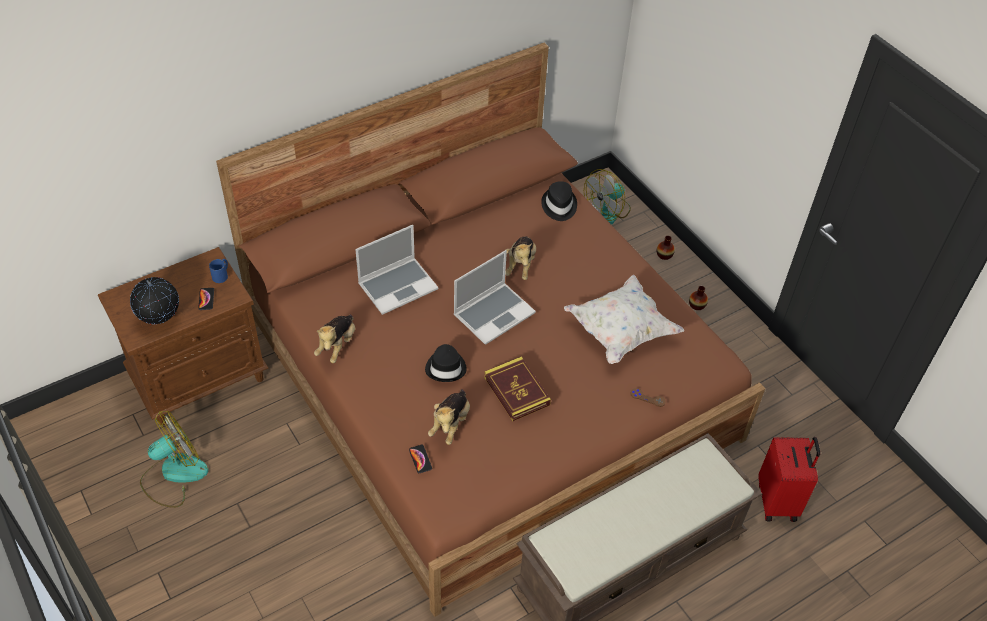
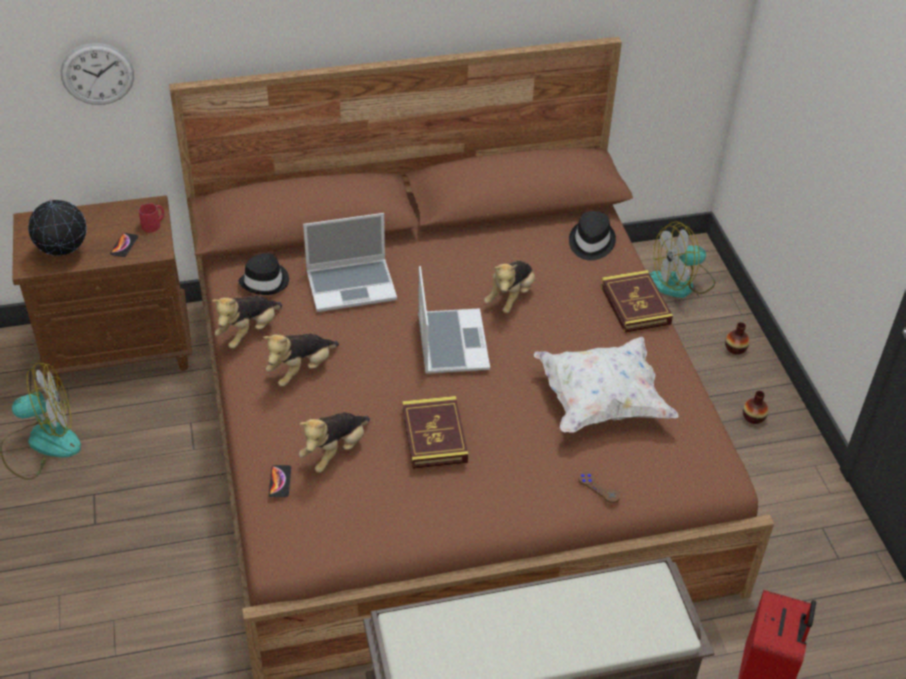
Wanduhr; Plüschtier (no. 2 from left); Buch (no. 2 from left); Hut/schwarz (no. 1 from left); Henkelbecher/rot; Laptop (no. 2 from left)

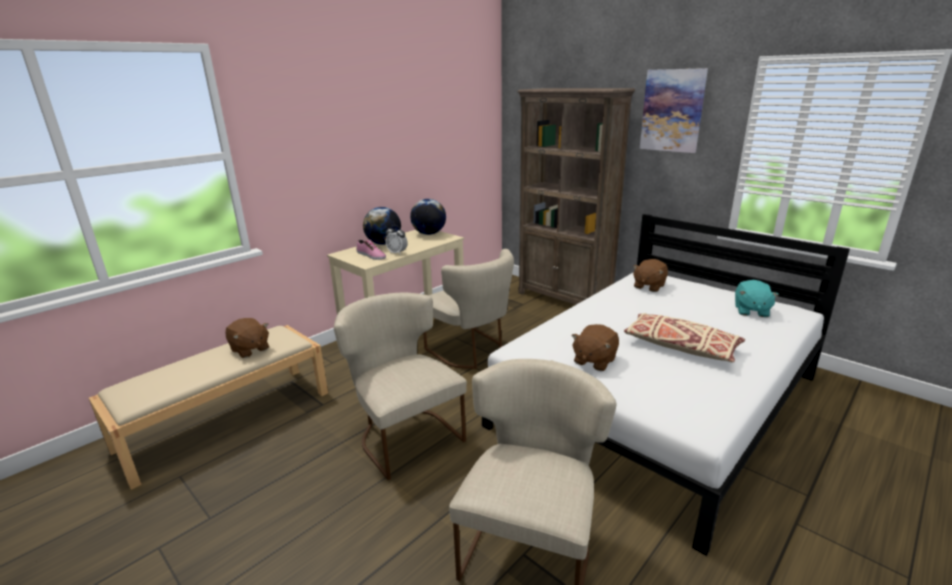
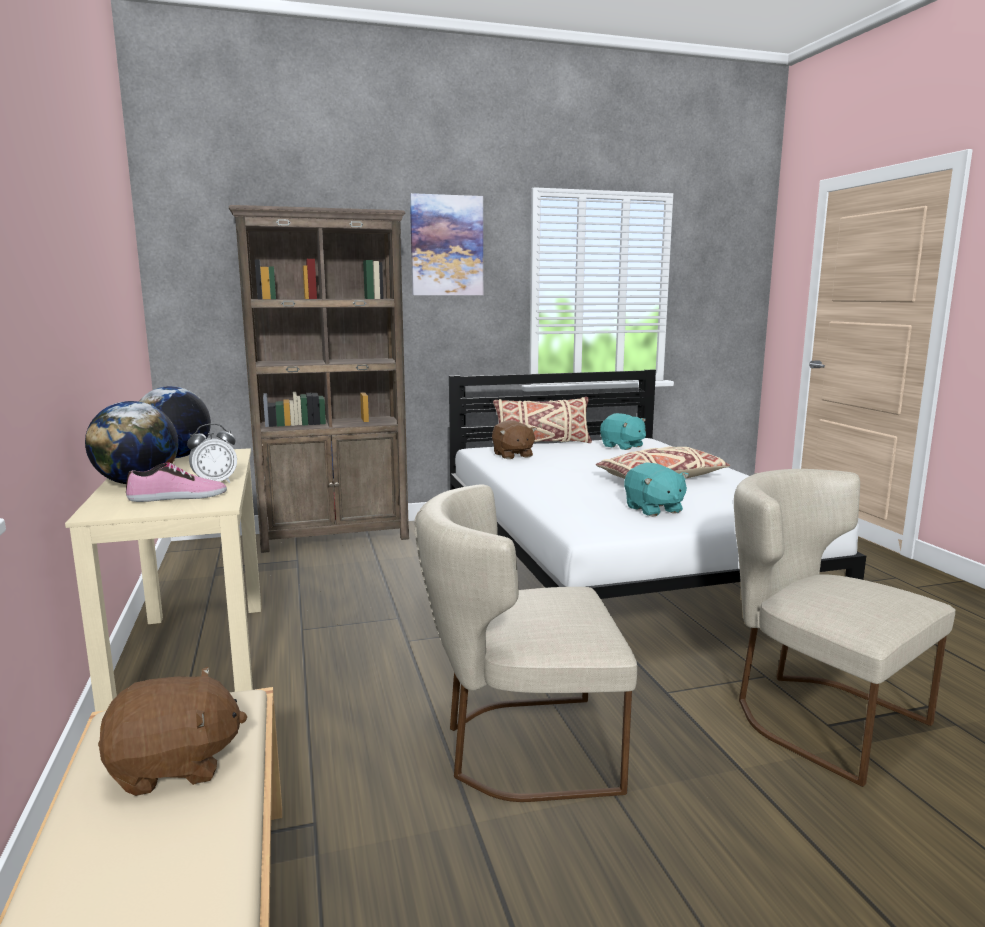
Stuhl/beige (no. 2 from left in the first image); Kissen/beige (no. 1 from left); Plüschtier/türkis (no. 2 from left)

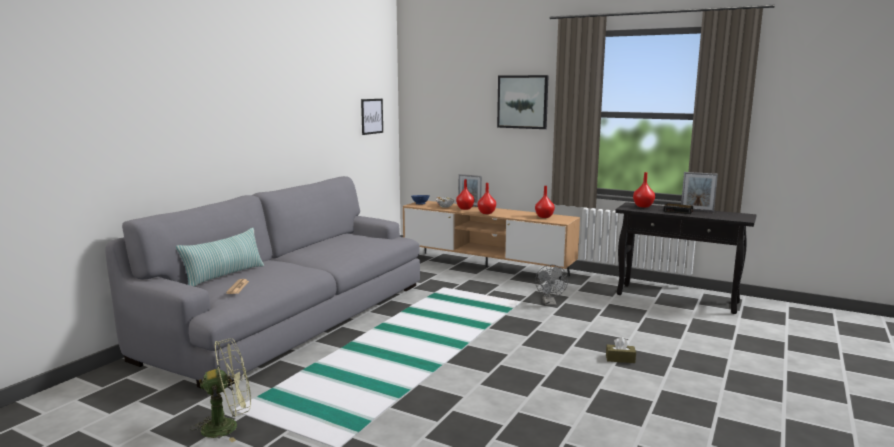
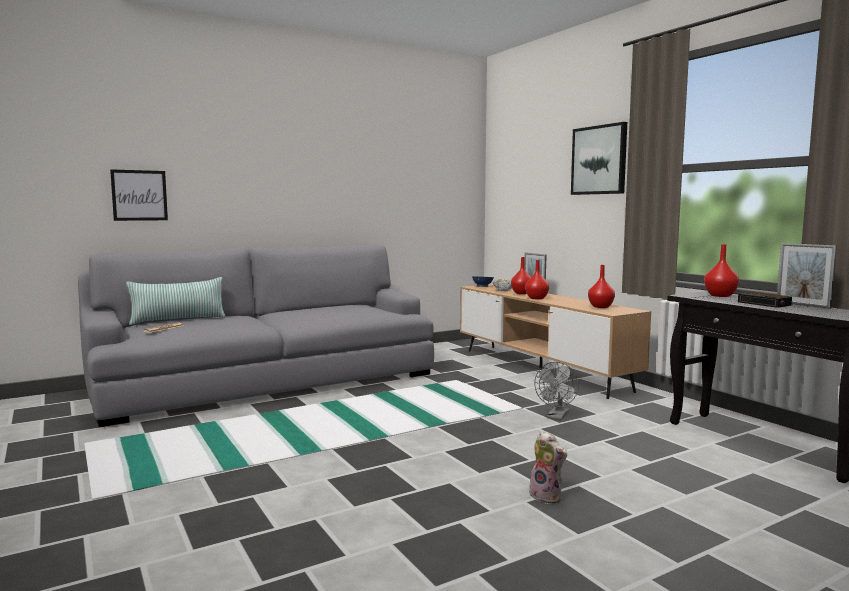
Ventilator/grün; Bild (no. 1 from left); Plüschtier

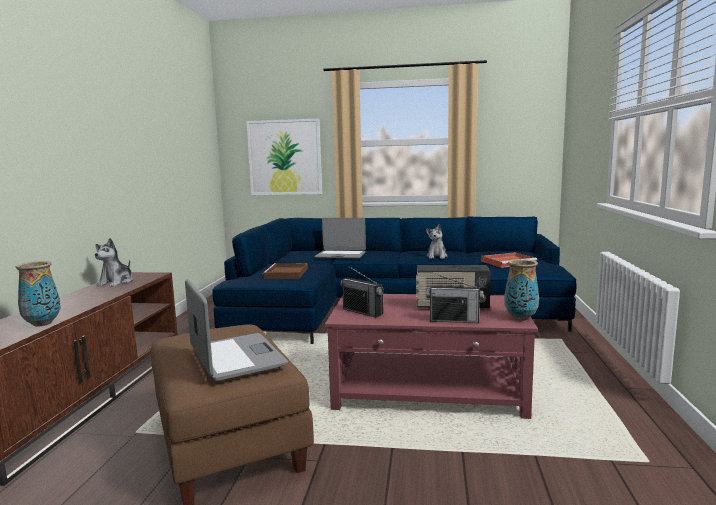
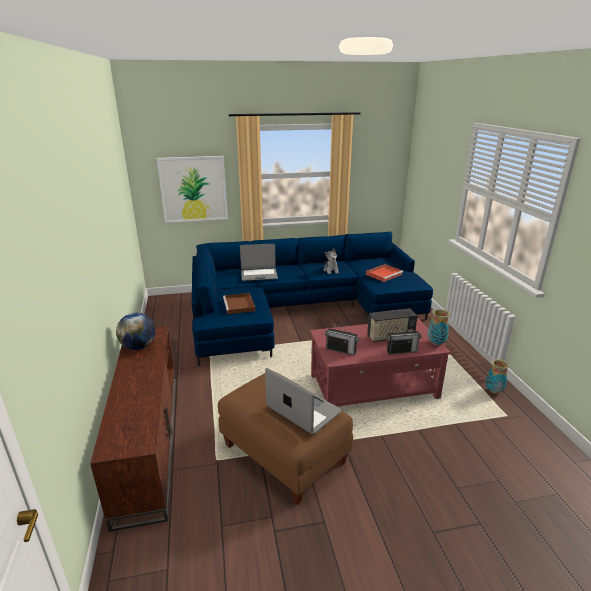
Vase (no. 2 from left); Globus

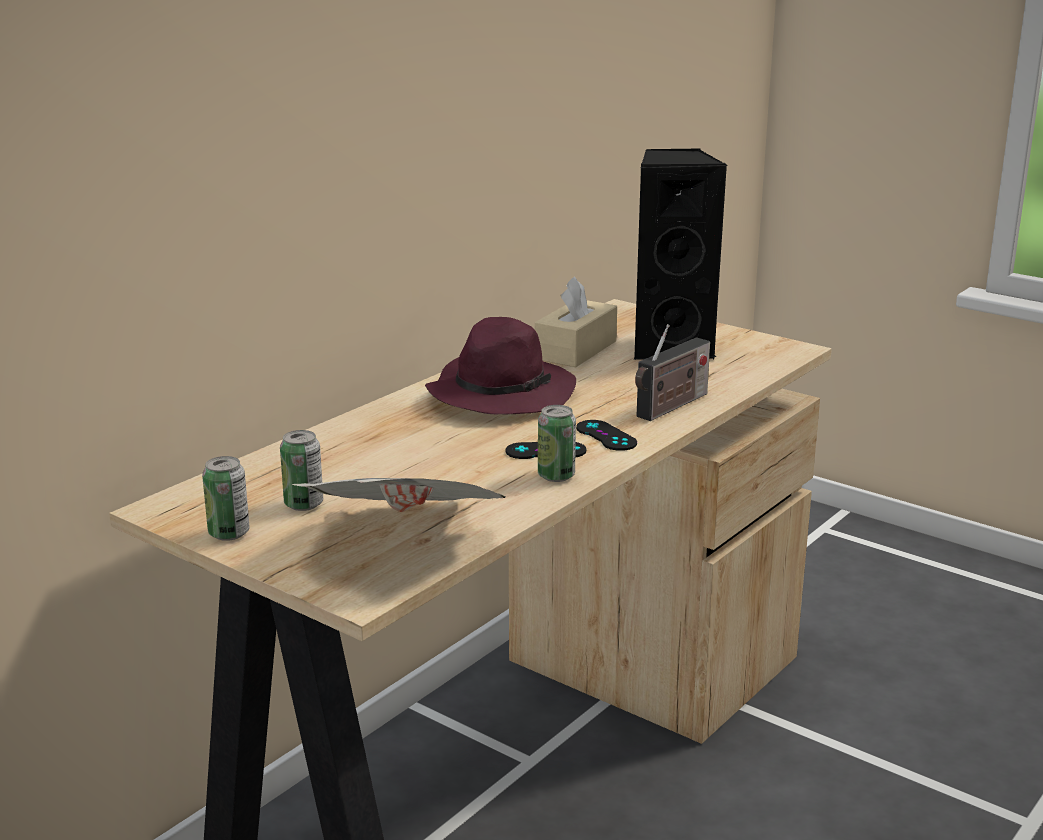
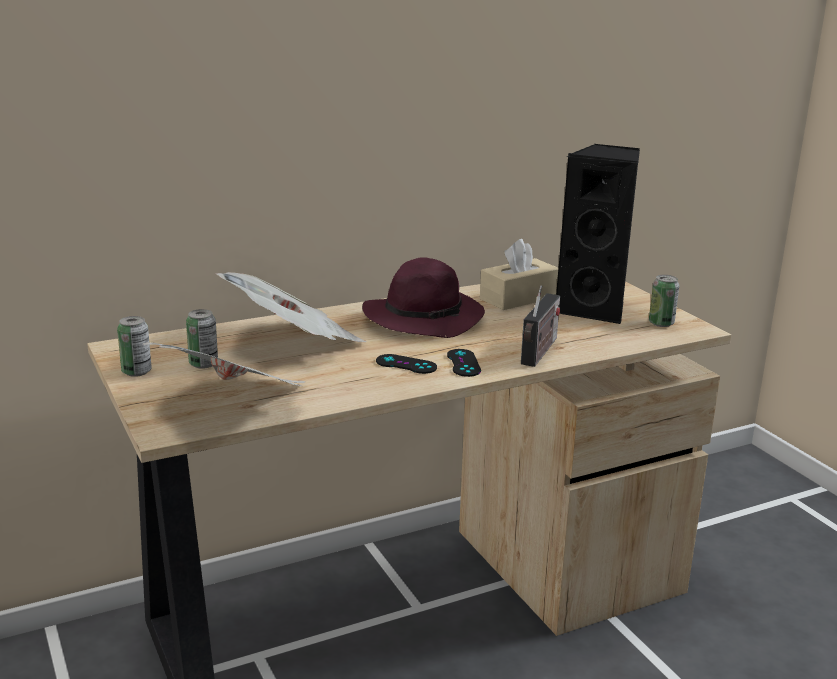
Zeitung (no. 2 from left); Dose (no. 3 from left); Radio

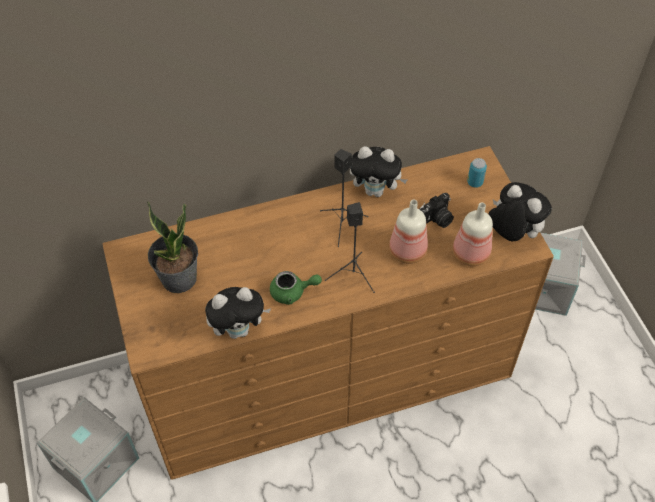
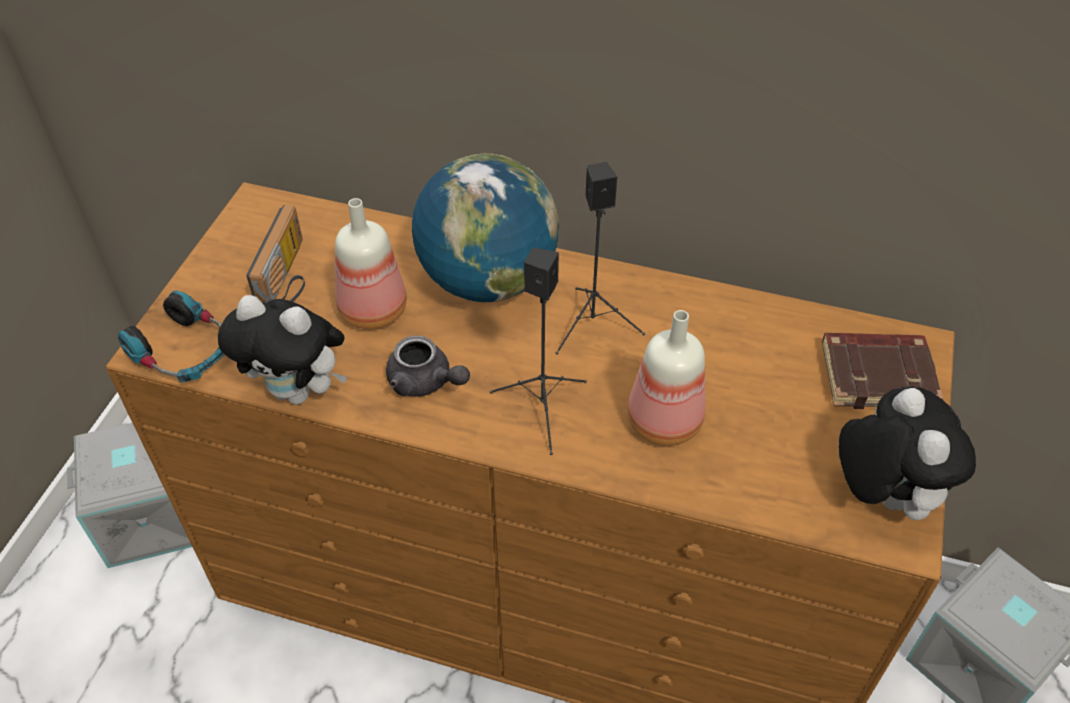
Plüschtier (no. 2 from left in the first image); Kamera; Kopfhörer; Globus; Flasche (no. 1 from left); Radio; Buch/braun; Teekanne/grau

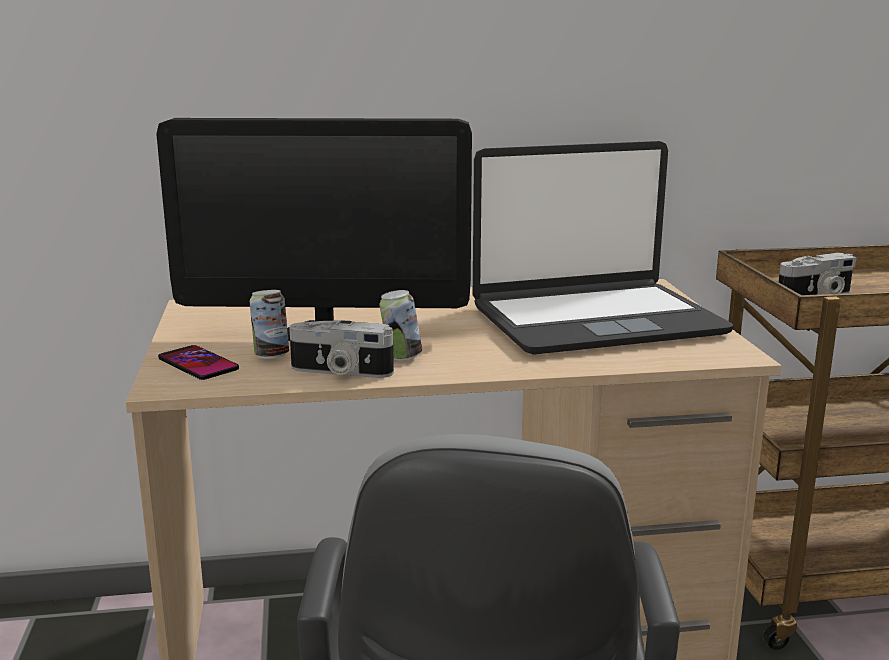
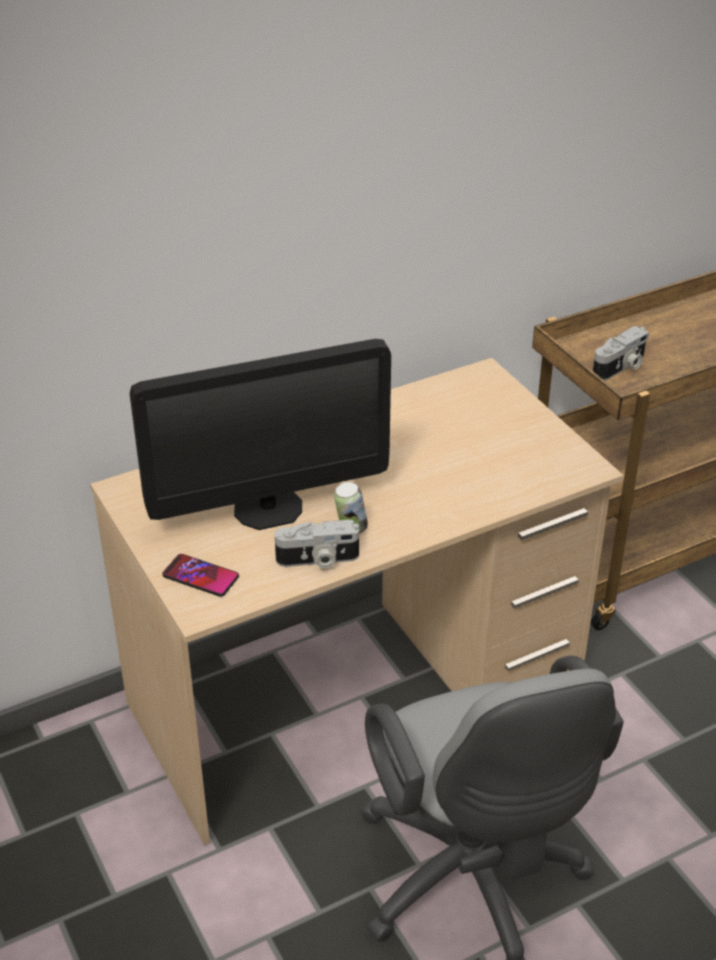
Dose (no. 1 from left in the first image); Laptop

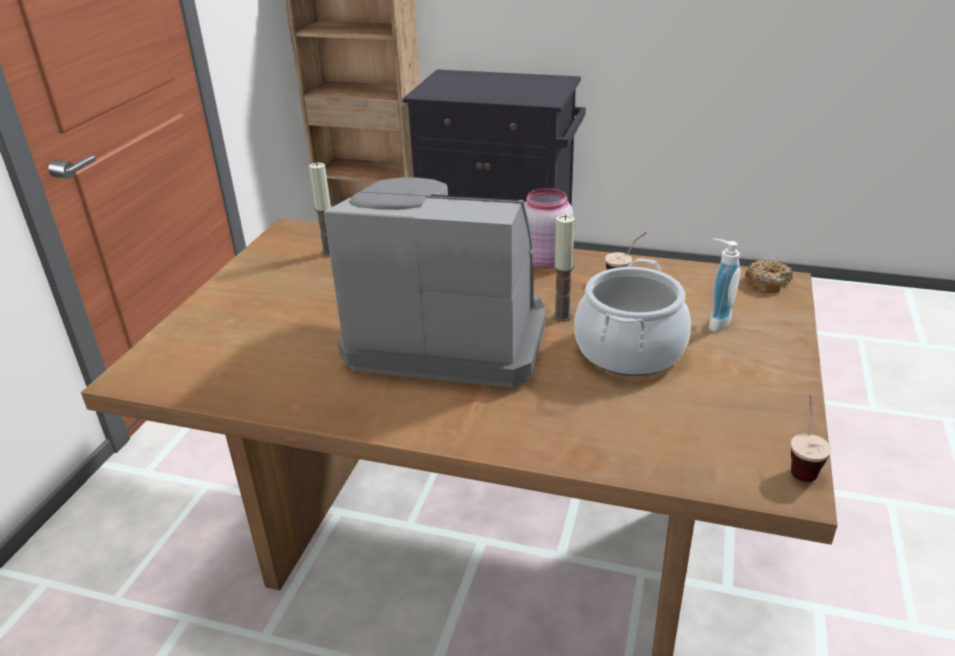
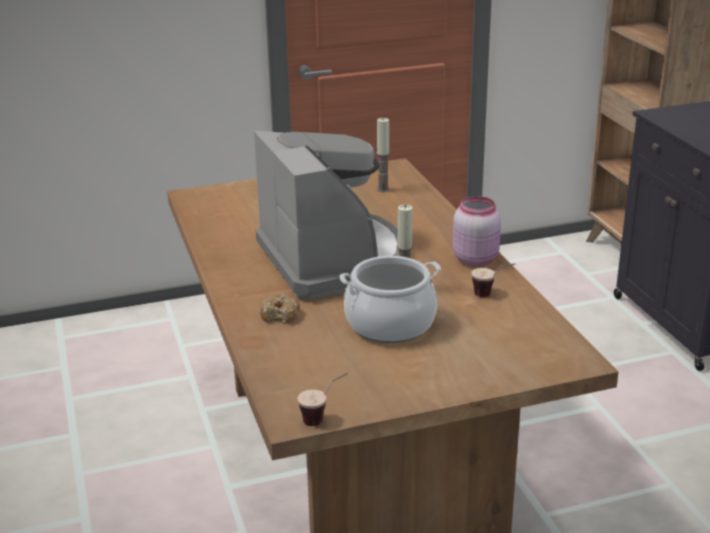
Seifenspender; Donut

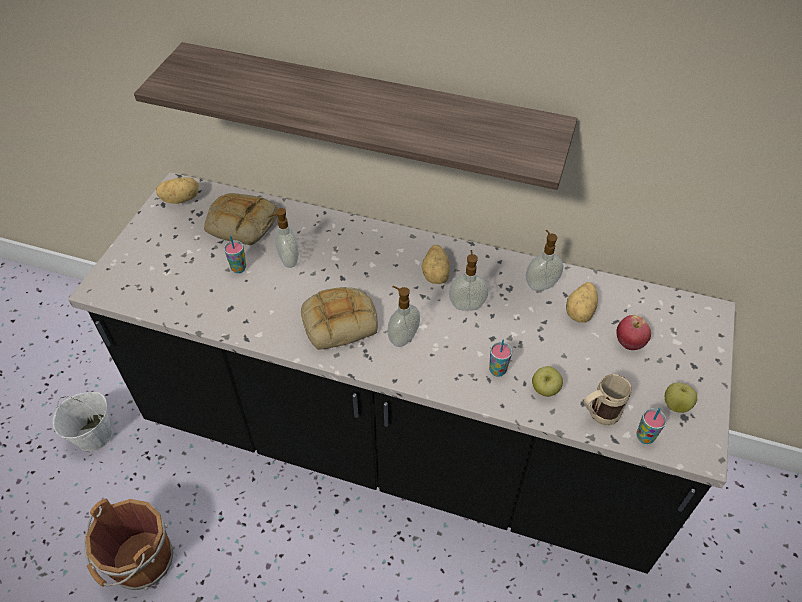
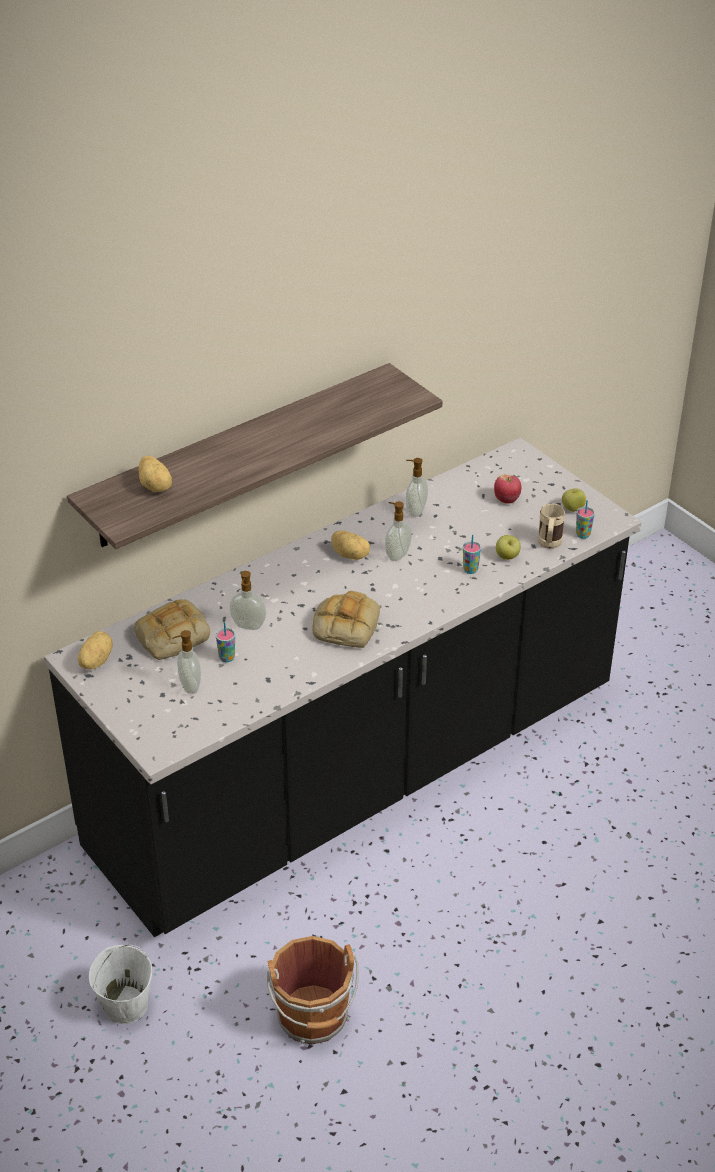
Seifenspender (no. 1 from left); Kartoffel (no. 2 from left)

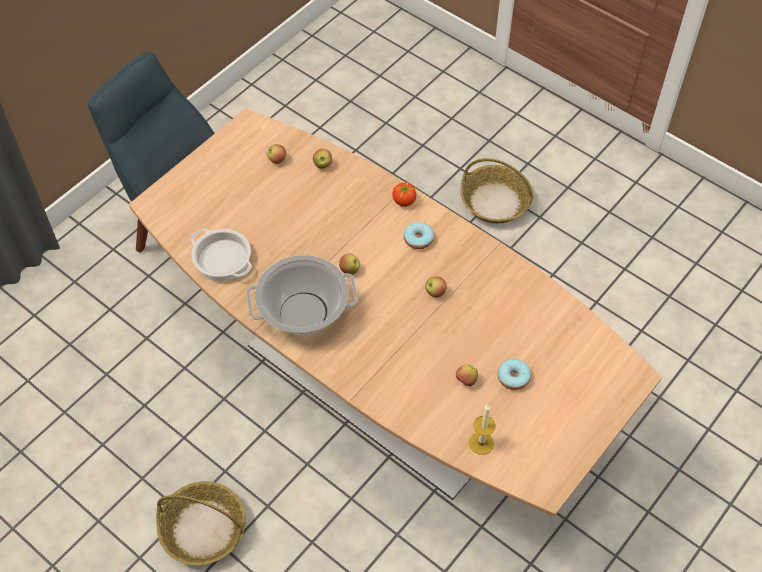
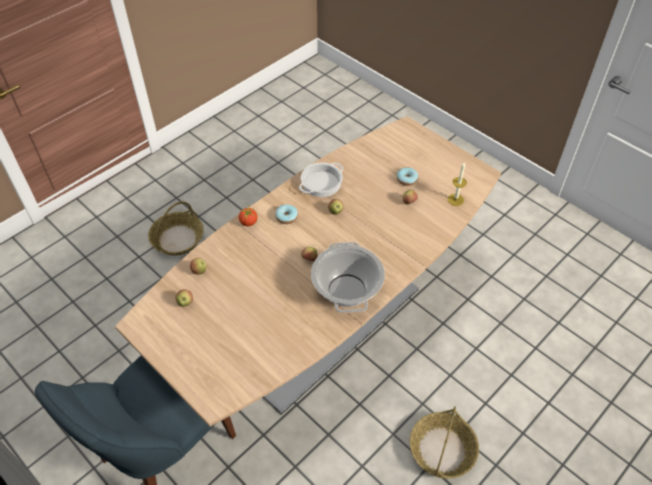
Kochtopf (no. 1 from left)

